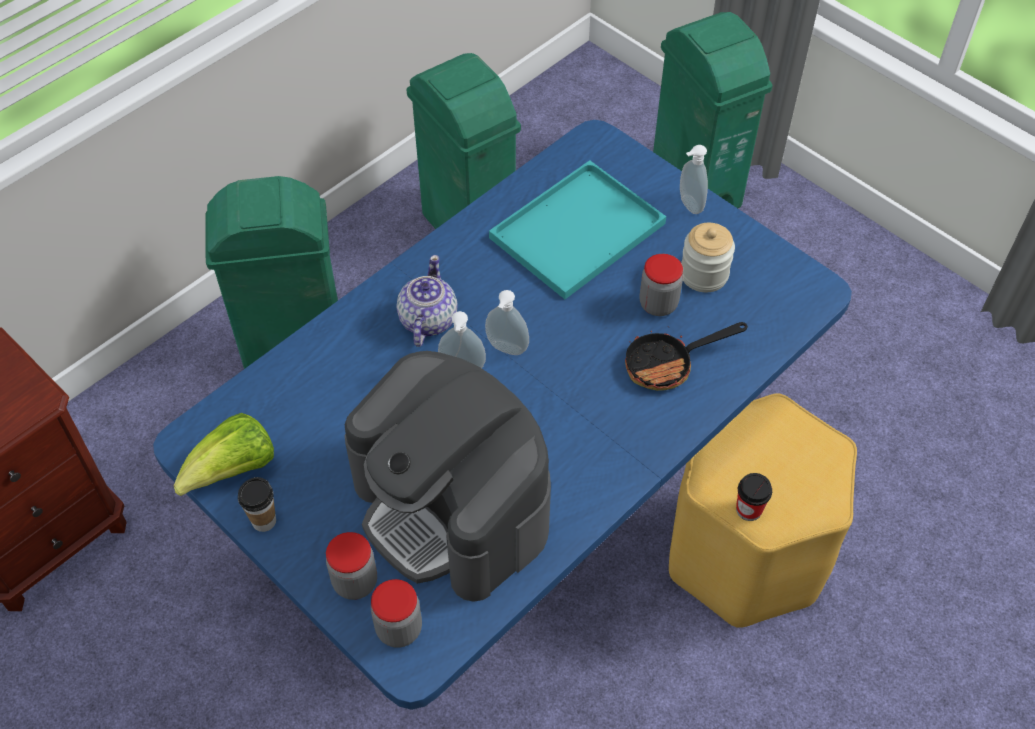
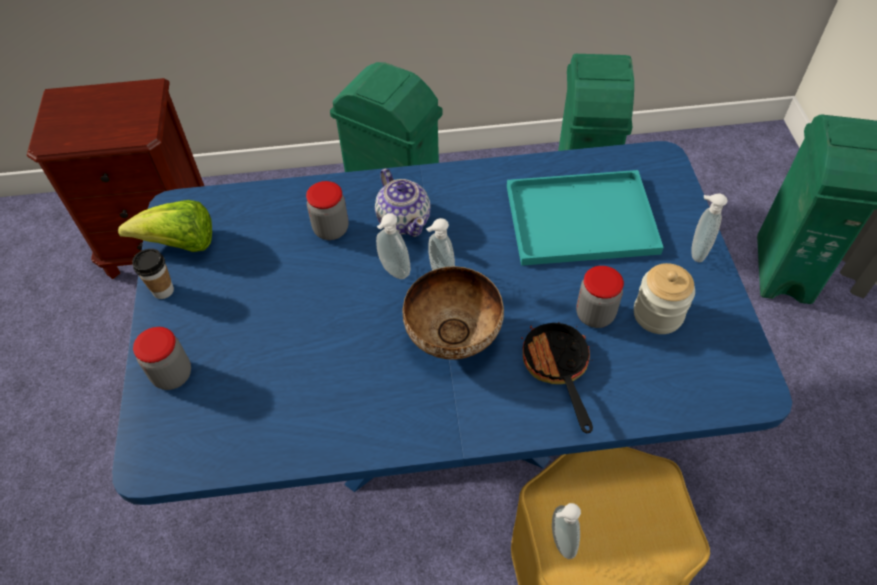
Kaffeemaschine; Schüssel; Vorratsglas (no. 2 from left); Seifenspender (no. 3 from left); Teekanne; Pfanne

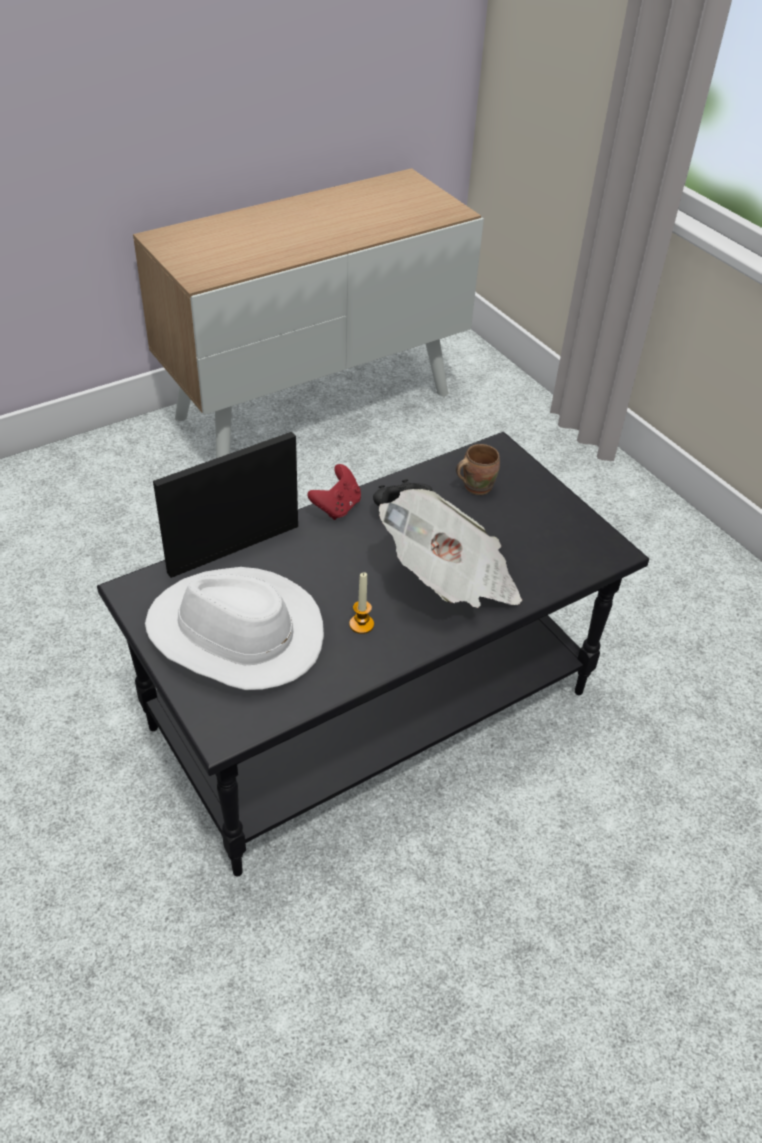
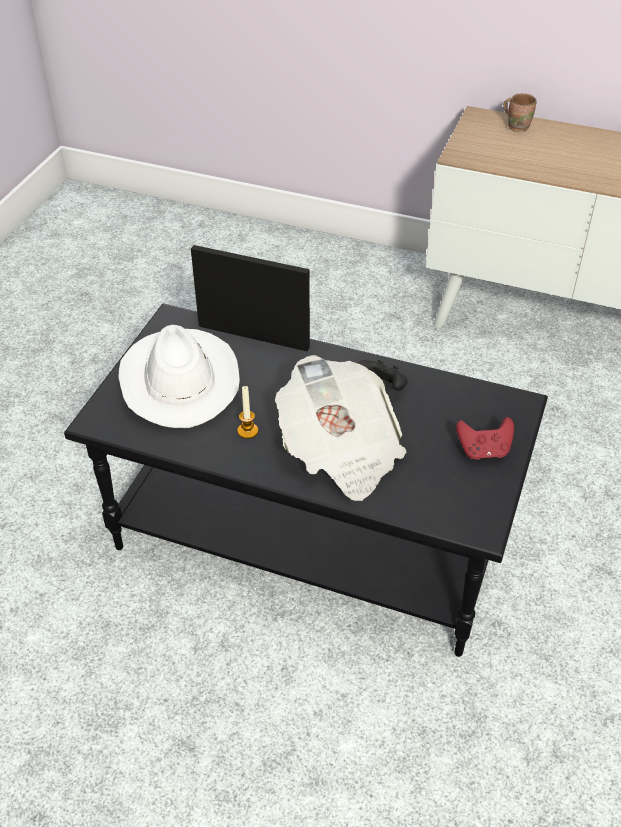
Gamepad/rot; Henkelbecher/braun

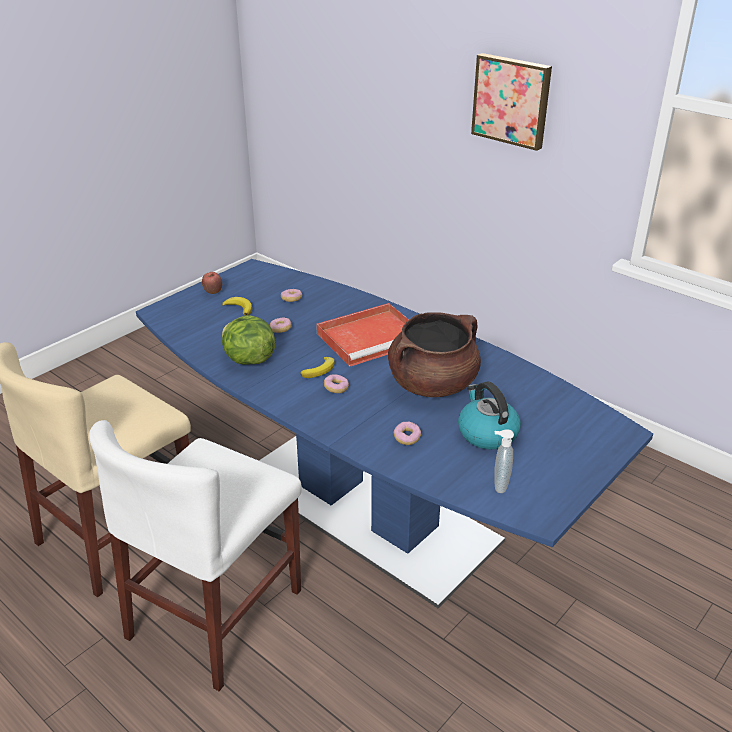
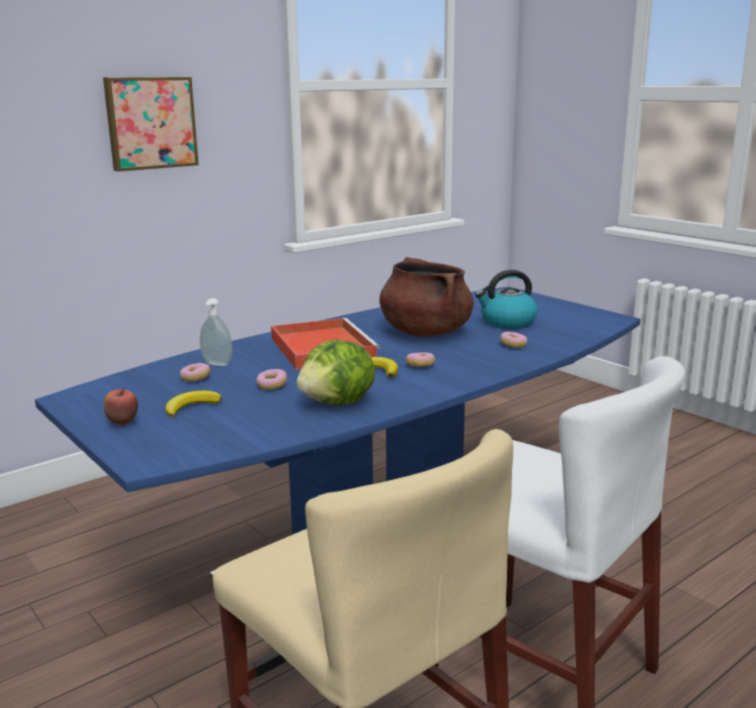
Seifenspender

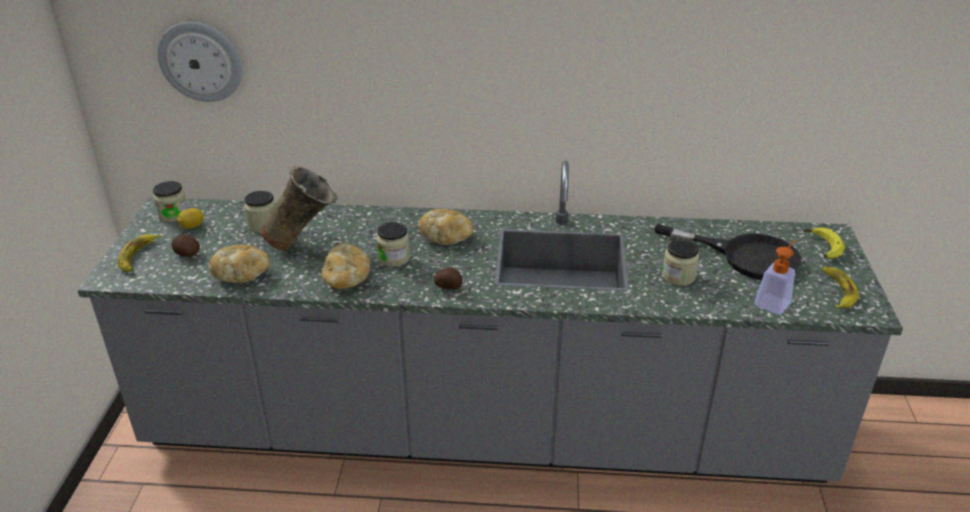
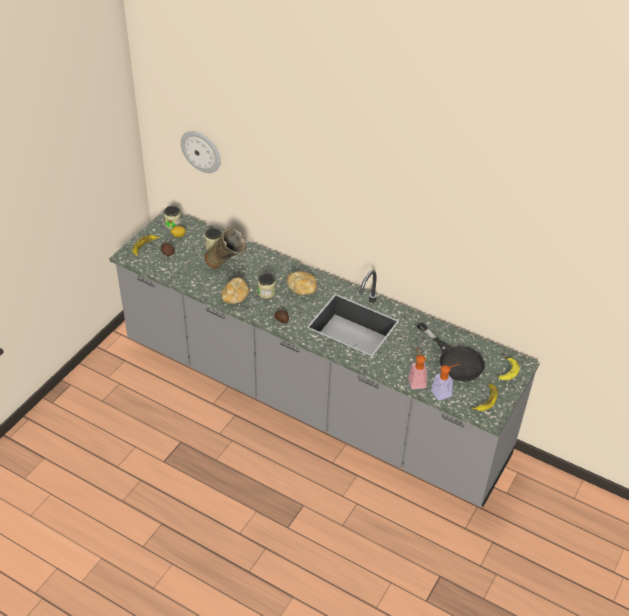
Brot (no. 1 from left in the first image); Vorratsglas (no. 4 from left in the first image); Seifenspender (no. 1 from left)

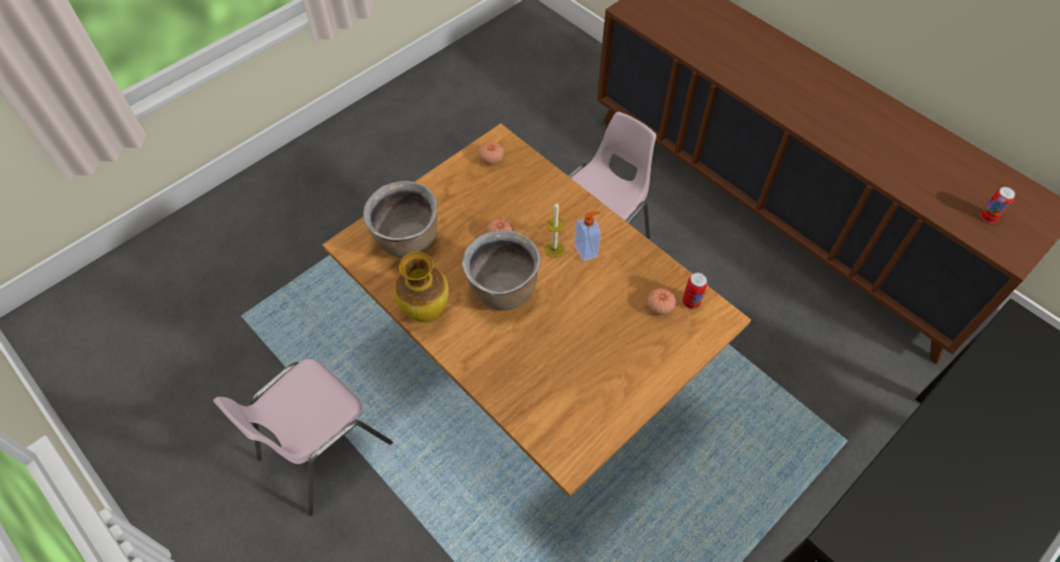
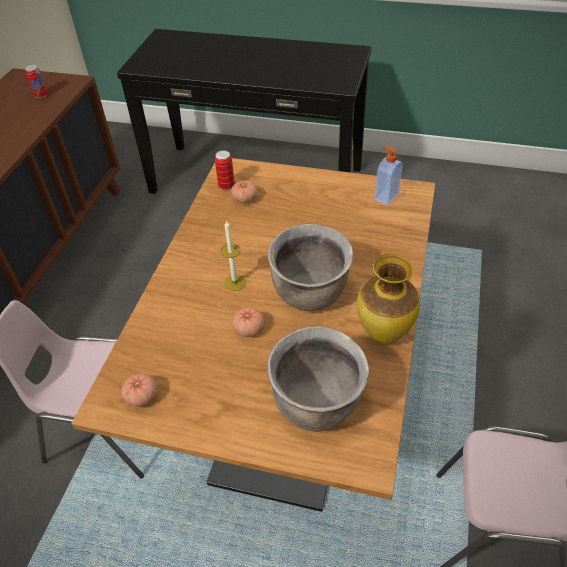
Seifenspender

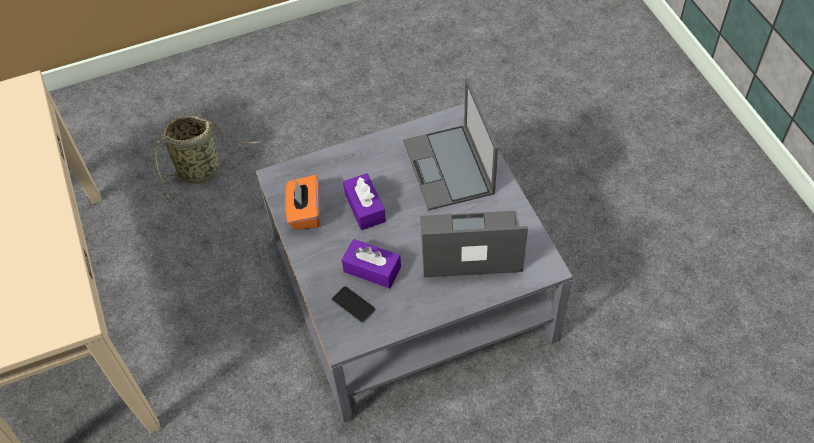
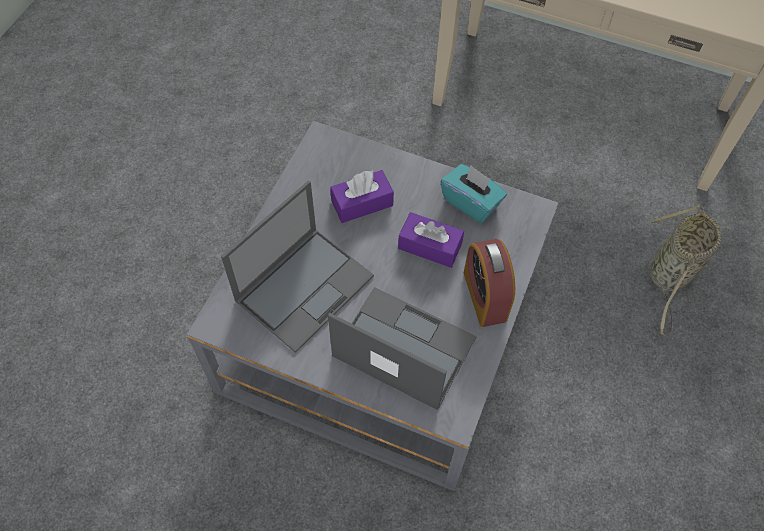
Handy; Wecker; Taschentuchbox/türkis

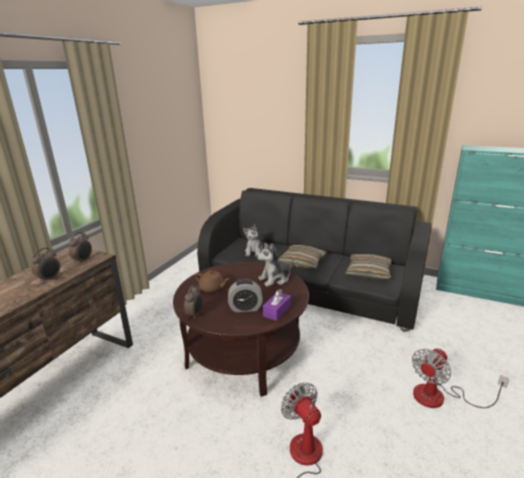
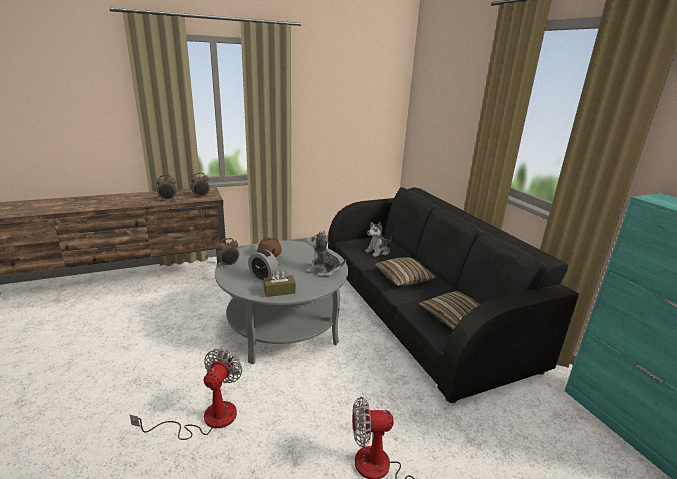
Couchtisch/grau; Taschentuchbox/braun

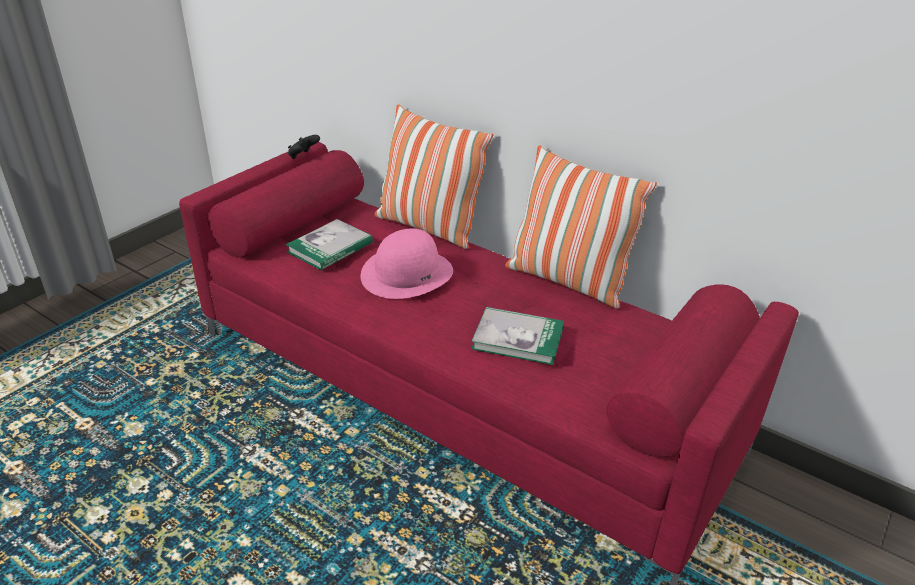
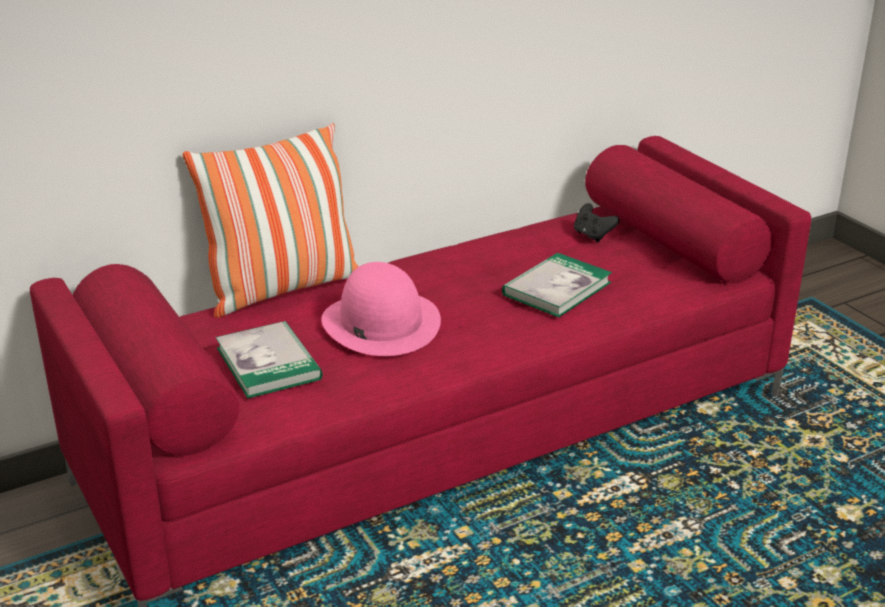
Kissen (no. 2 from left in the first image); Gamepad/schwarz

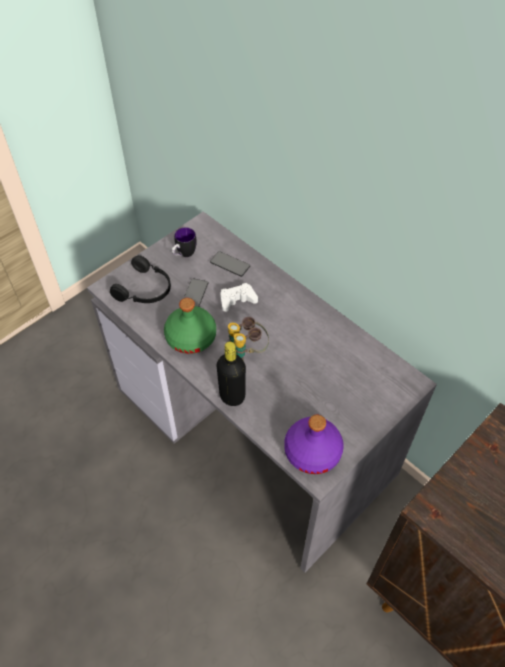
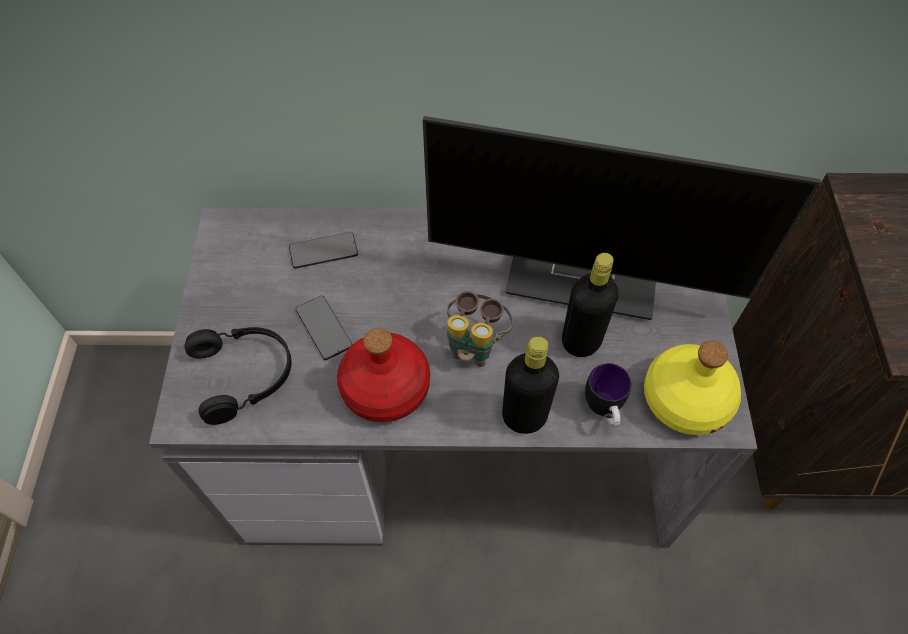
Gamepad/weiß; Monitor; Flasche/schwarz (no. 2 from left); Henkelbecher; Flasche/rot; Flasche/gelb

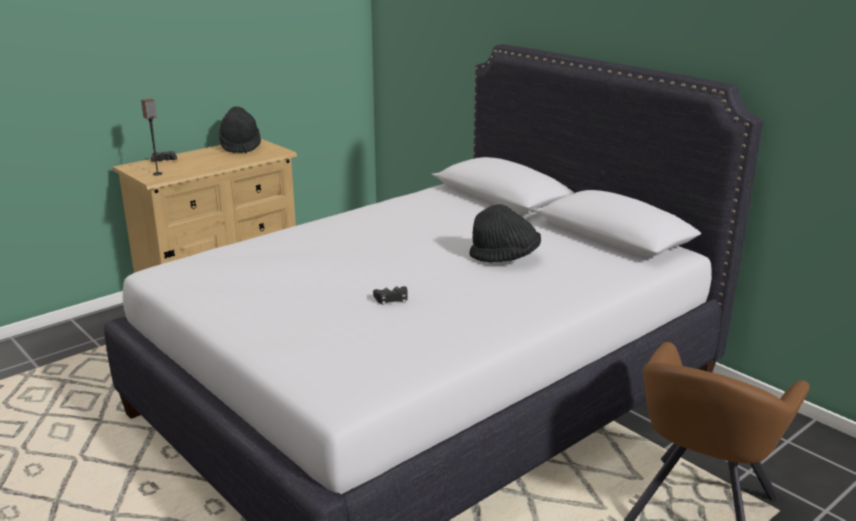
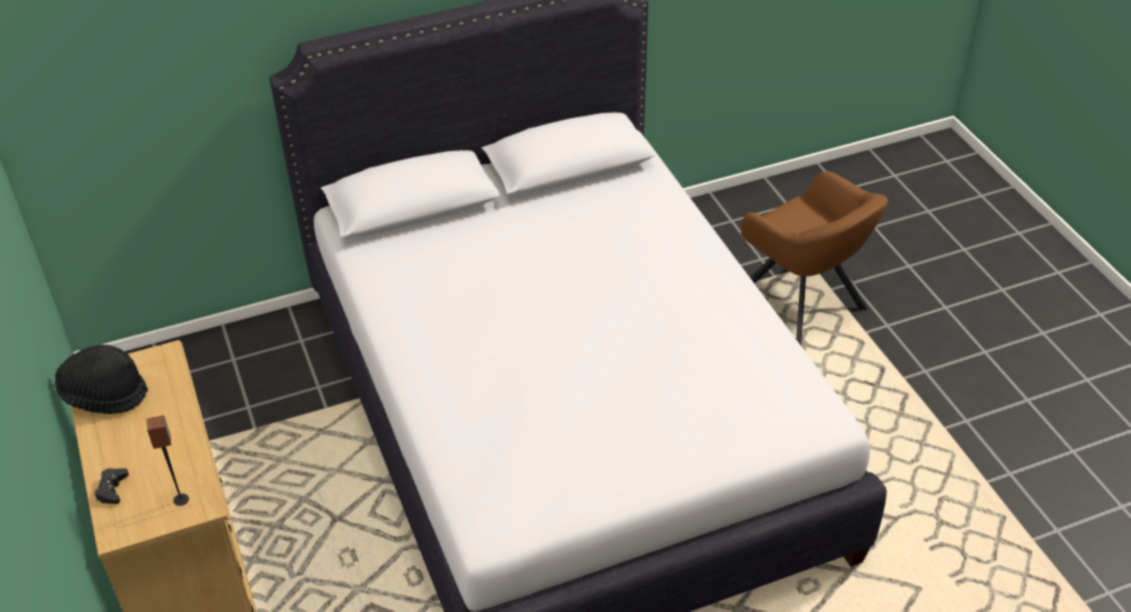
Gamepad/schwarz (no. 2 from left in the first image); Hut/schwarz (no. 2 from left in the first image)

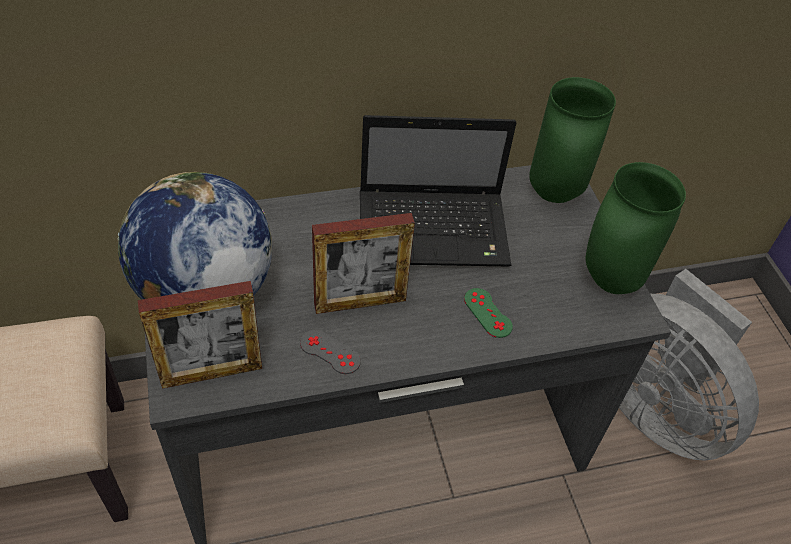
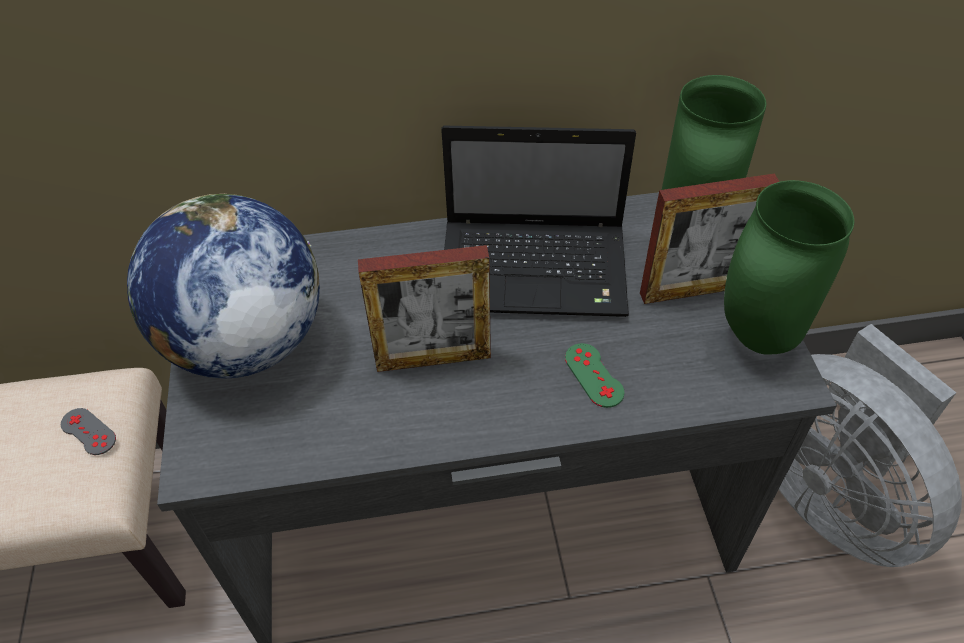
Bilderrahmen (no. 2 from left); Gamepad/grau

